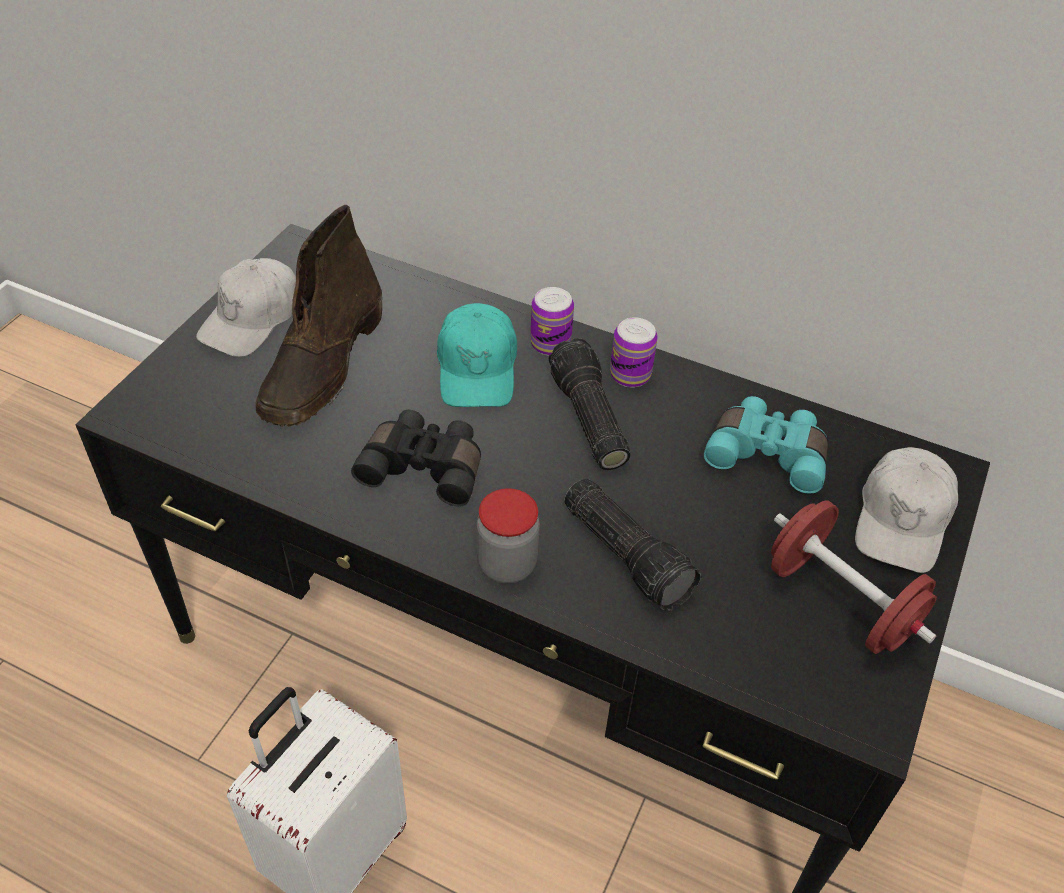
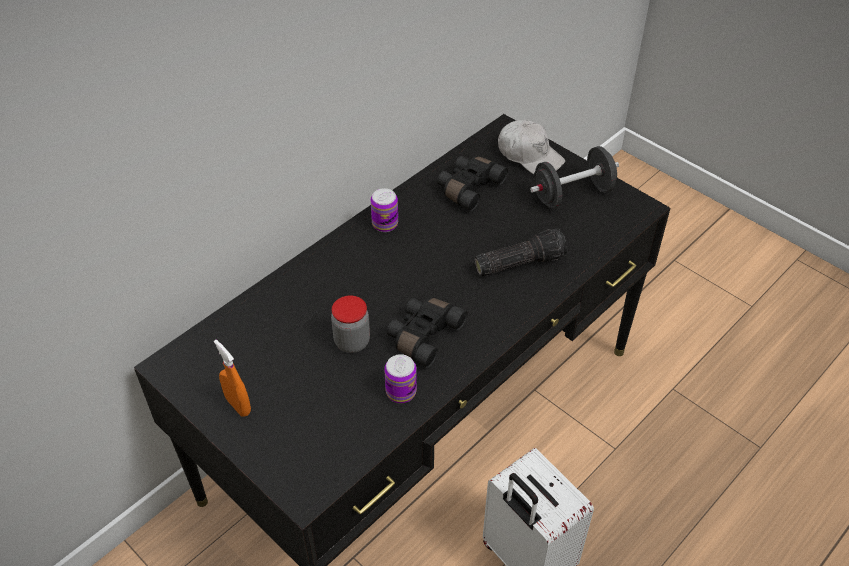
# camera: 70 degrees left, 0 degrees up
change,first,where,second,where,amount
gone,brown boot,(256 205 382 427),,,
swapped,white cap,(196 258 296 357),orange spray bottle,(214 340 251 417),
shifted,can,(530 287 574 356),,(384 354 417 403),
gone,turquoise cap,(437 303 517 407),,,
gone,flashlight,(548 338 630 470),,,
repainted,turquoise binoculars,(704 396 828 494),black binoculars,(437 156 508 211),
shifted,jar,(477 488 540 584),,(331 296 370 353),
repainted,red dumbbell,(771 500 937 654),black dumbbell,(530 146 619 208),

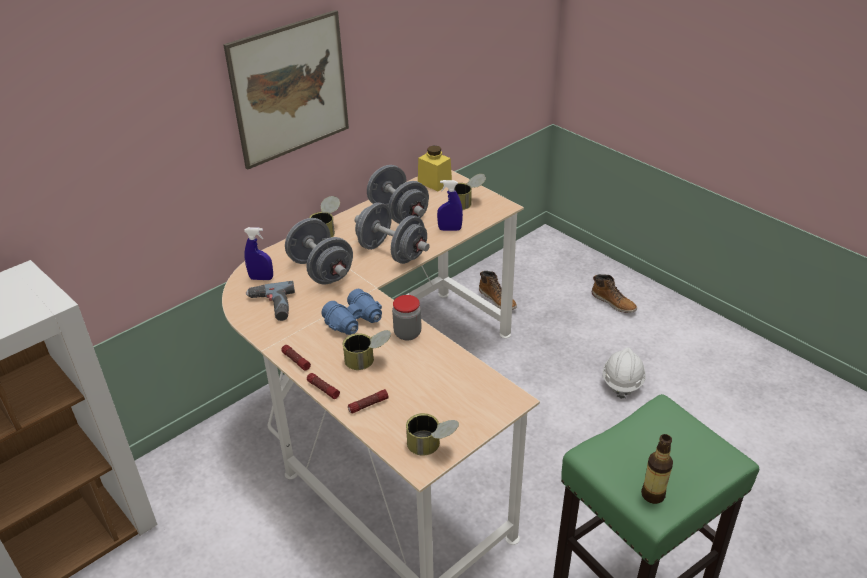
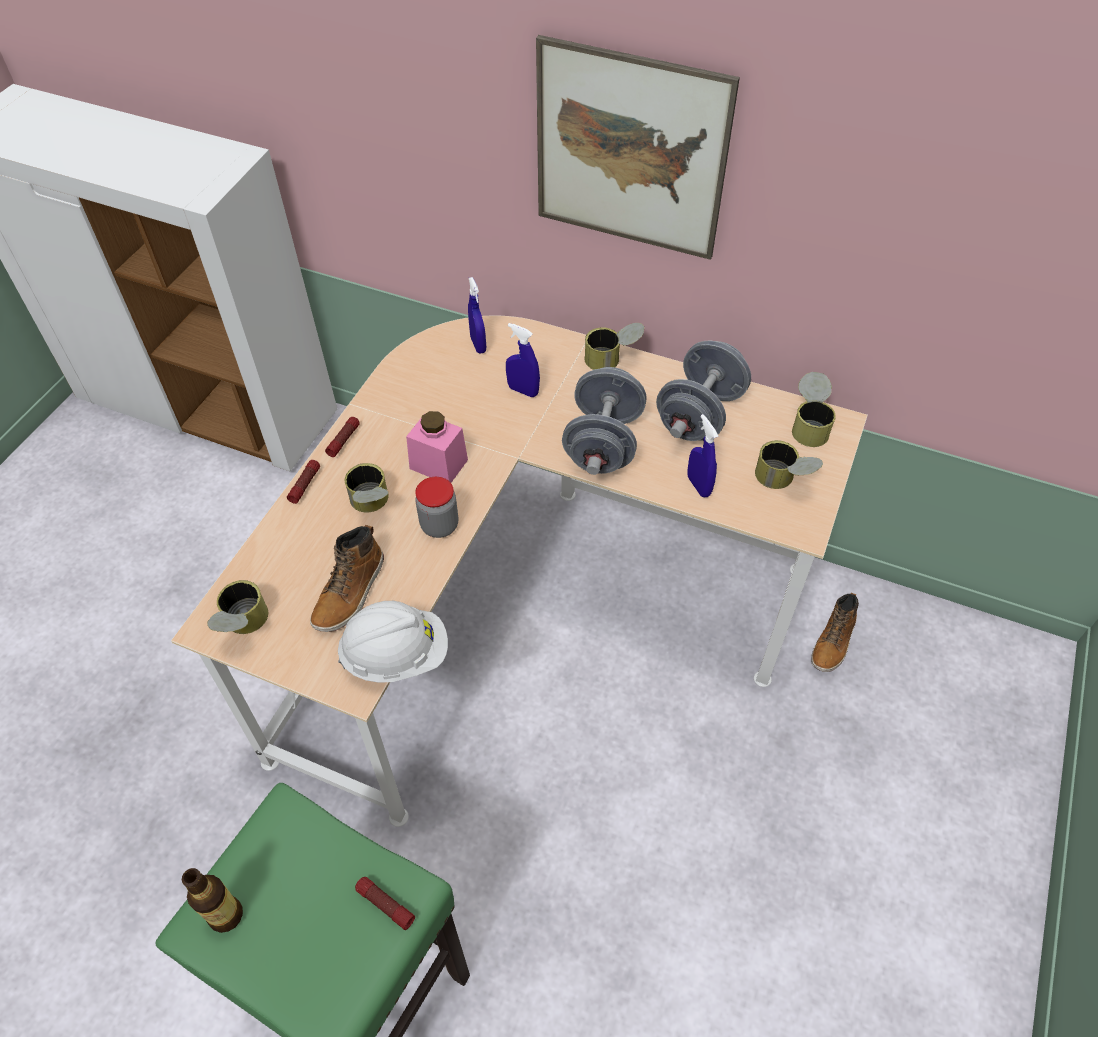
# camera: 65 degrees right, 15 degrees up
change,first,where,second,where,amount
swapped,yellow jar,(418 146 452 191),can,(792 372 836 447),
swapped,grey dumbbell,(285 218 353 284),blue spray bottle,(506 323 540 397),
shifted,boot,(592 274 637 313),,(310 525 384 632),
gone,power drill,(246 281 295 321),,,
swapped,blue binoculars,(322 289 382 335),pink jar,(406 411 468 483),
shifted,white hard hat,(603 347 646 399),,(338 601 448 683),
shifted,flashlight,(348 389 389 414),,(355 877 415 930),

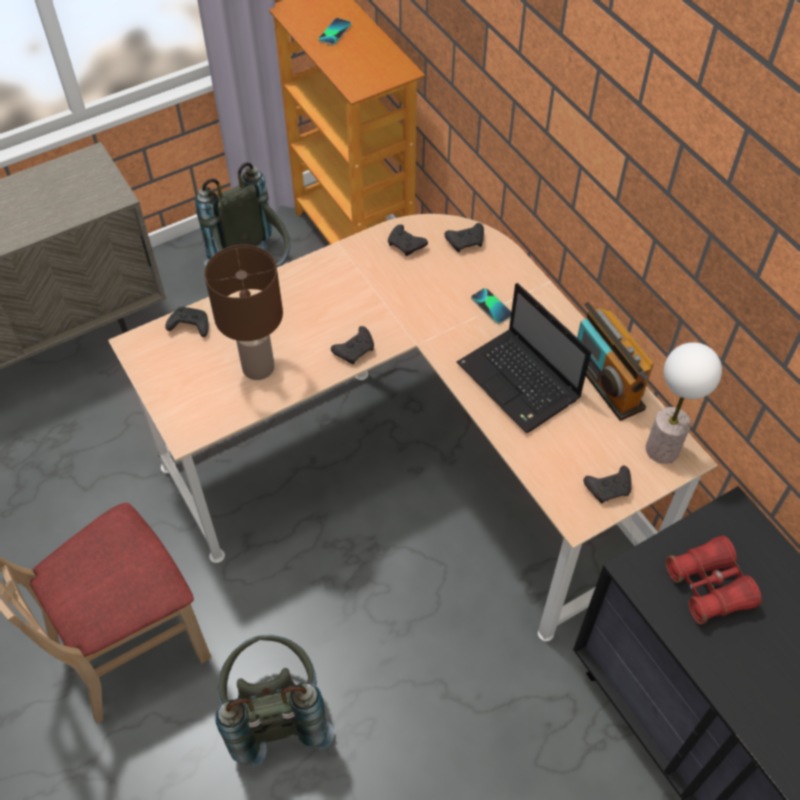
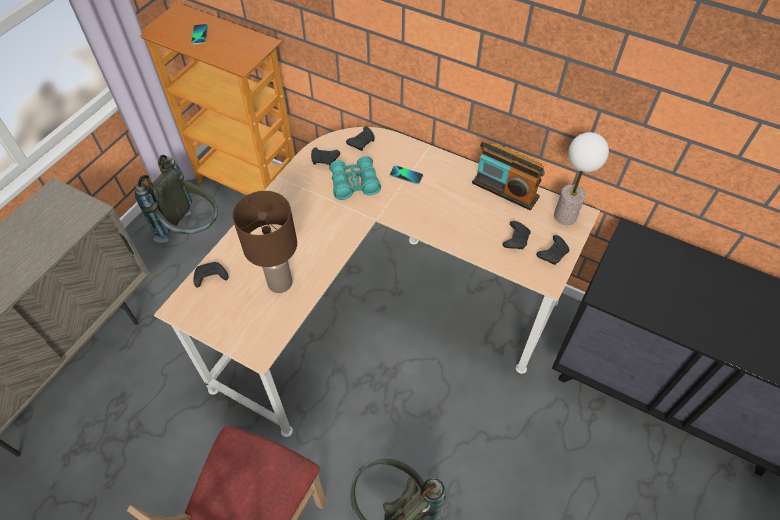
# camera: 30 degrees left, 0 degrees up
change,first,where,second,where,amount
gone,laptop,(457 283 591 433),,,
shifted,black game controller,(331 326 374 364),,(503 221 531 249),
gone,red binoculars,(665 536 762 624),,,
new,,,turquoise binoculars,(329 156 381 200),

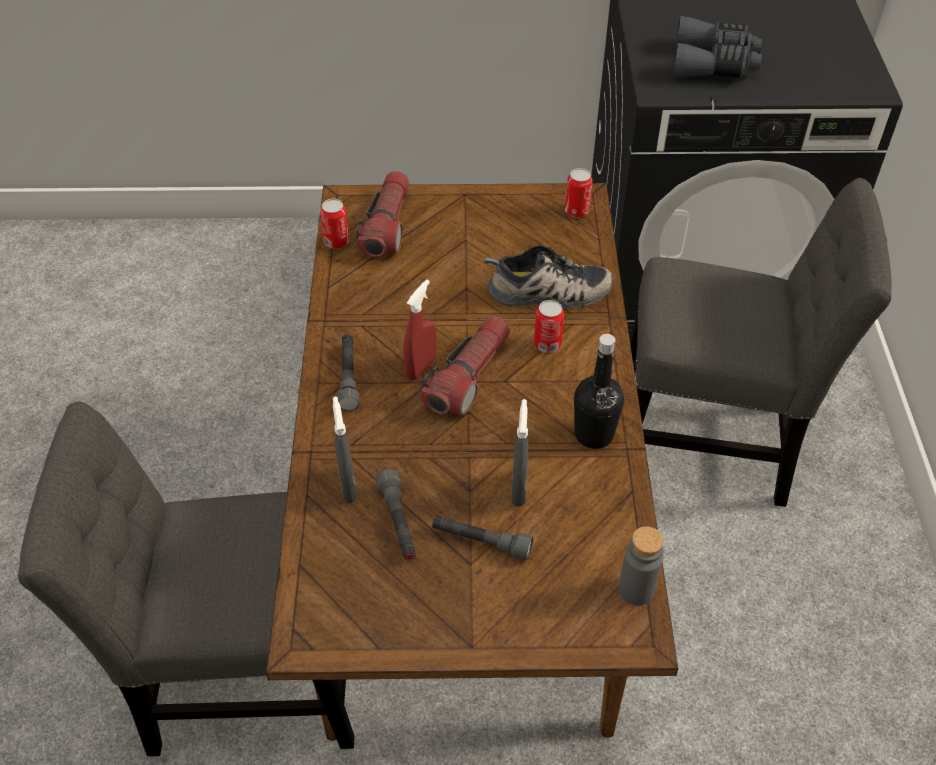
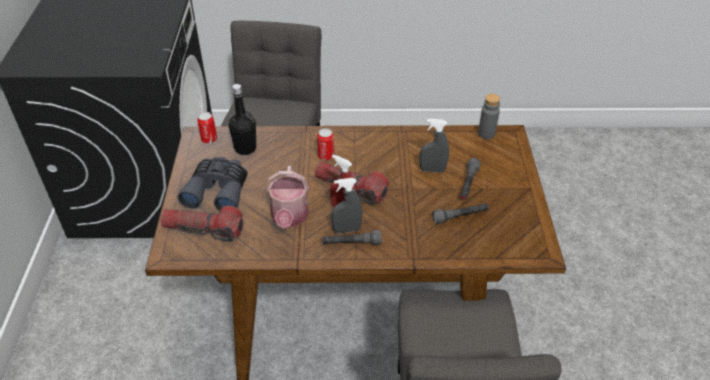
# camera: 90 degrees left, 5 degrees down
change,first,where,second,where,amount
shifted,grey binoculars,(673 16 762 78),,(178 157 248 211),
gone,can,(320 199 349 249),,,
gone,shoe,(484 245 613 309),,,
shifted,black bottle,(574 334 624 449),,(229 84 256 155),
shifted,grey spray bottle,(333 396 358 503),,(331 178 363 233),
new,,,watering can,(266 166 309 228),

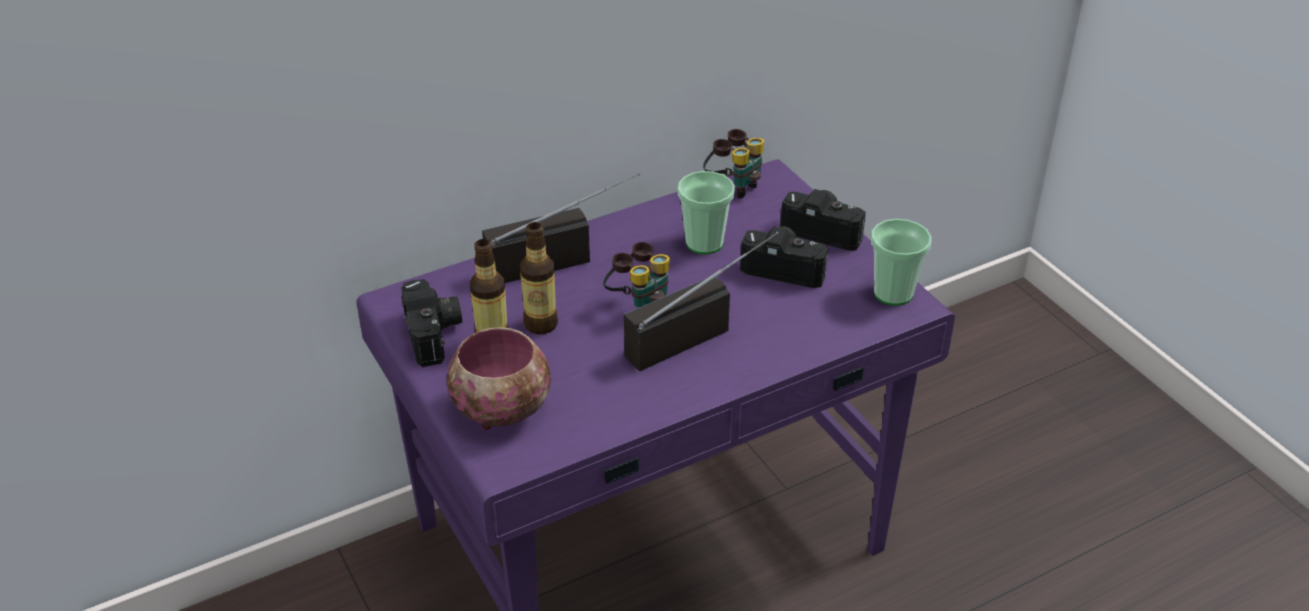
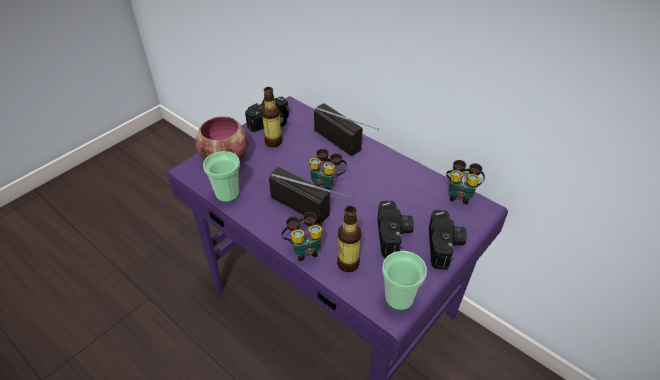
# camera: 70 degrees right, 5 degrees up
change,first,where,second,where,amount
shifted,cup,(678 171 735 254),,(203 151 240 202),
shifted,bottle,(520 222 558 334),,(337 206 361 272),
new,,,binoculars,(281 212 322 261),

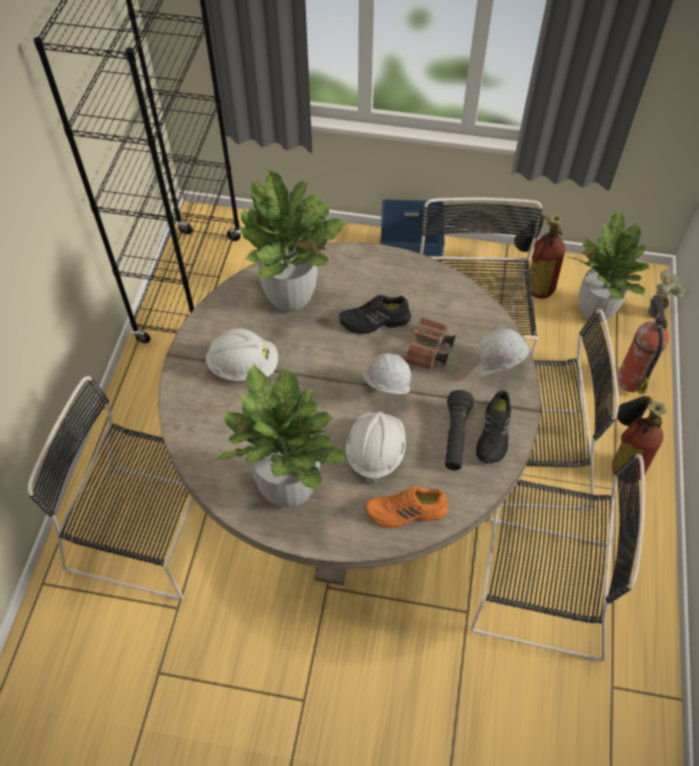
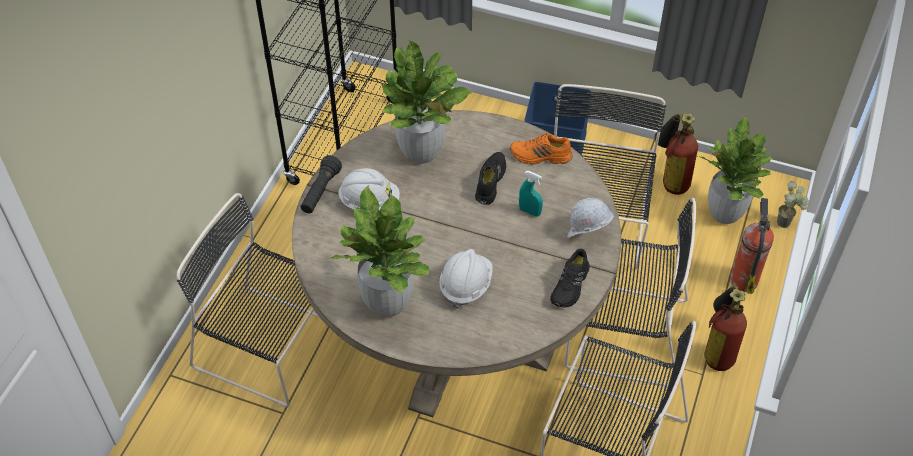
# camera: 10 degrees right, 5 degrees down
change,first,where,second,where,amount
rotated,black shoe,(339 295 411 334),,(475 152 506 205),105 degrees clockwise
swapped,brown binoculars,(403 318 456 369),turquoise spray bottle,(519 171 543 217),
gone,white hard hat,(362 353 411 394),,,
shifted,black flashlight,(445 390 474 470),,(300 155 342 213),
shifted,orange shoe,(365 487 449 528),,(510 133 573 165),

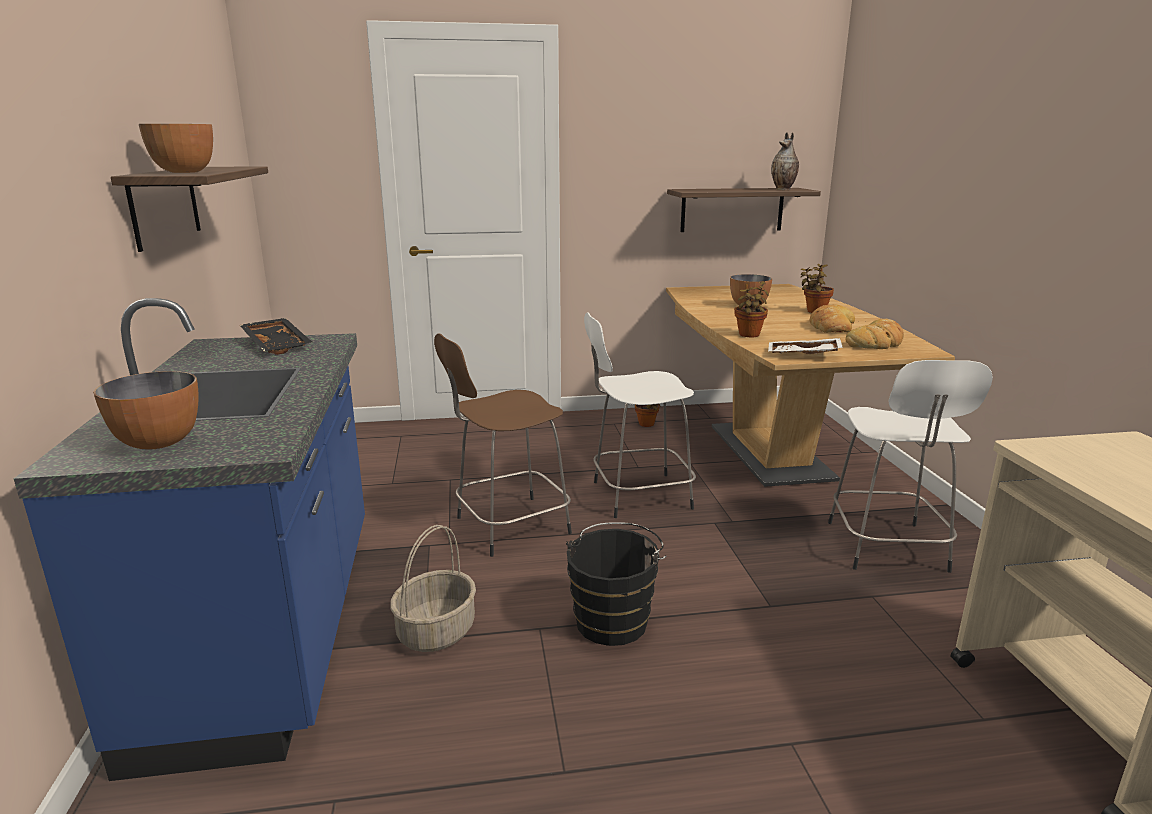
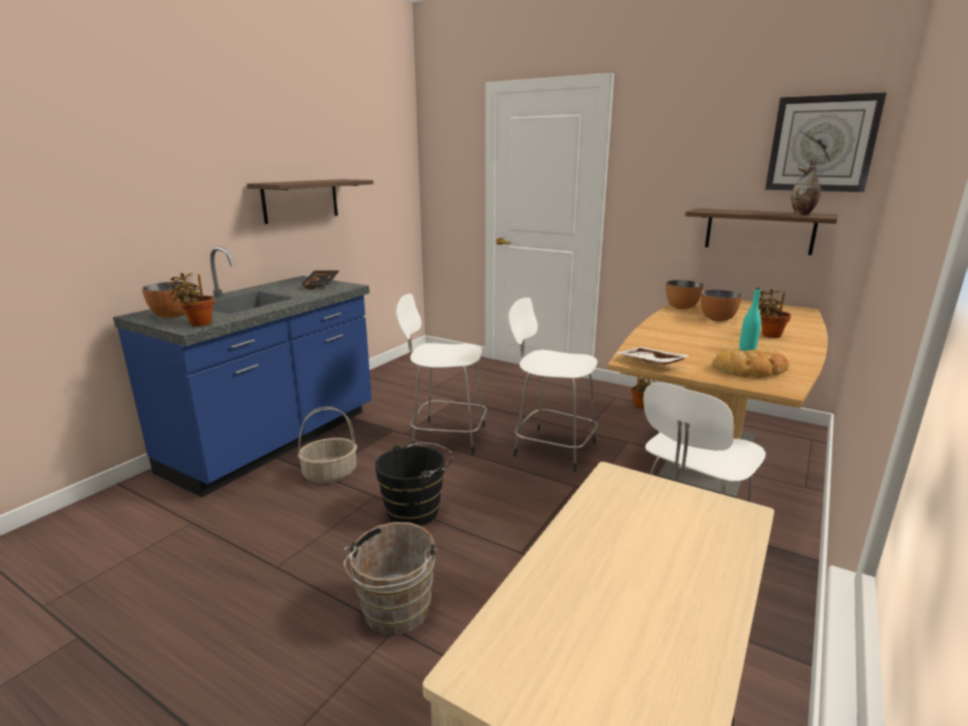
# camera: 40 degrees right, 0 degrees up
change,first,where,second,where,amount
shifted,bowl,(139 124 213 173),,(666 280 704 309),
shifted,potted plant,(734 281 769 337),,(166 273 214 326),
swapped,bread,(810 304 855 333),turquoise bottle,(739 288 761 351),
repainted,brown stool,(434 333 572 557),white stool,(396 294 487 455),
new,,,wall clock,(765 92 887 192),
new,,,brown bucket,(343 522 438 635),

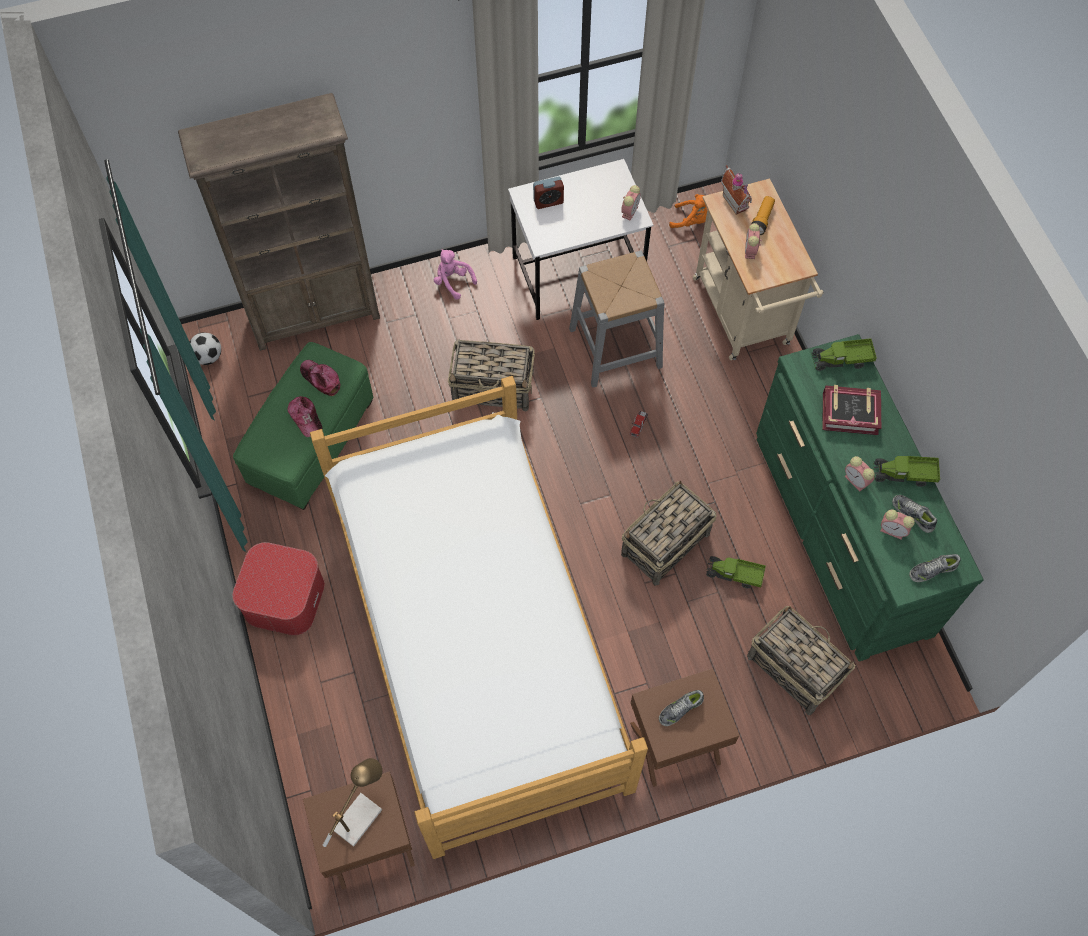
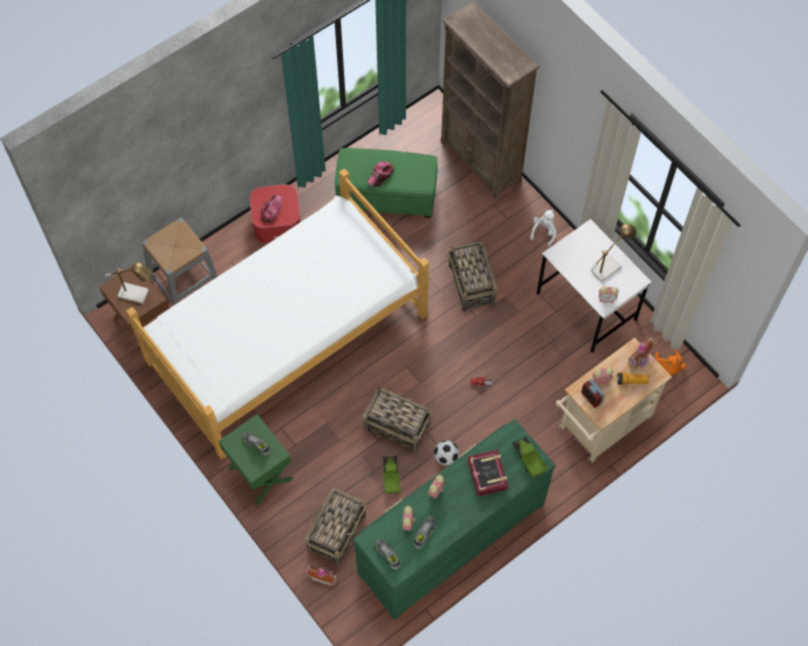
# camera: 70 degrees right, 0 degrees up
change,first,where,second,where,amount
shifted,alarm clock,(533 176 564 209),,(581 379 605 408),
repainted,pink plush toy,(434 249 477 300),white plush toy,(530 210 557 247),
shifted,grey stool,(569 250 664 388),,(142 217 218 305),
shifted,football,(189 332 221 365),,(434 440 459 465),
shifted,cap,(300 360 340 396),,(261 195 283 223),
gone,toy truck,(874 456 940 487),,,
repainted,brown nightstand,(630 668 740 787),green nightstand,(219 414 293 505),
new,,,table lamp,(590 224 637 282),
new,,,toy house,(305 565 338 586),

